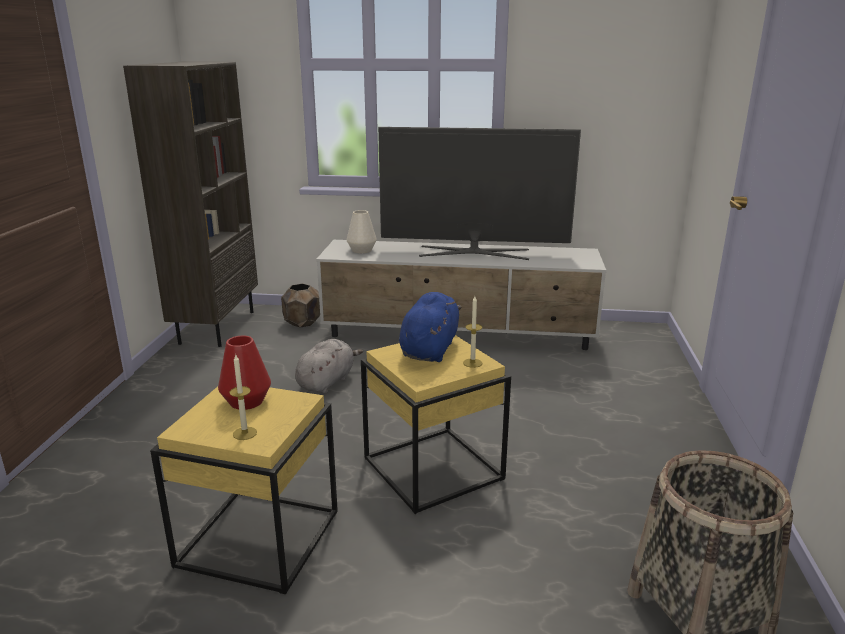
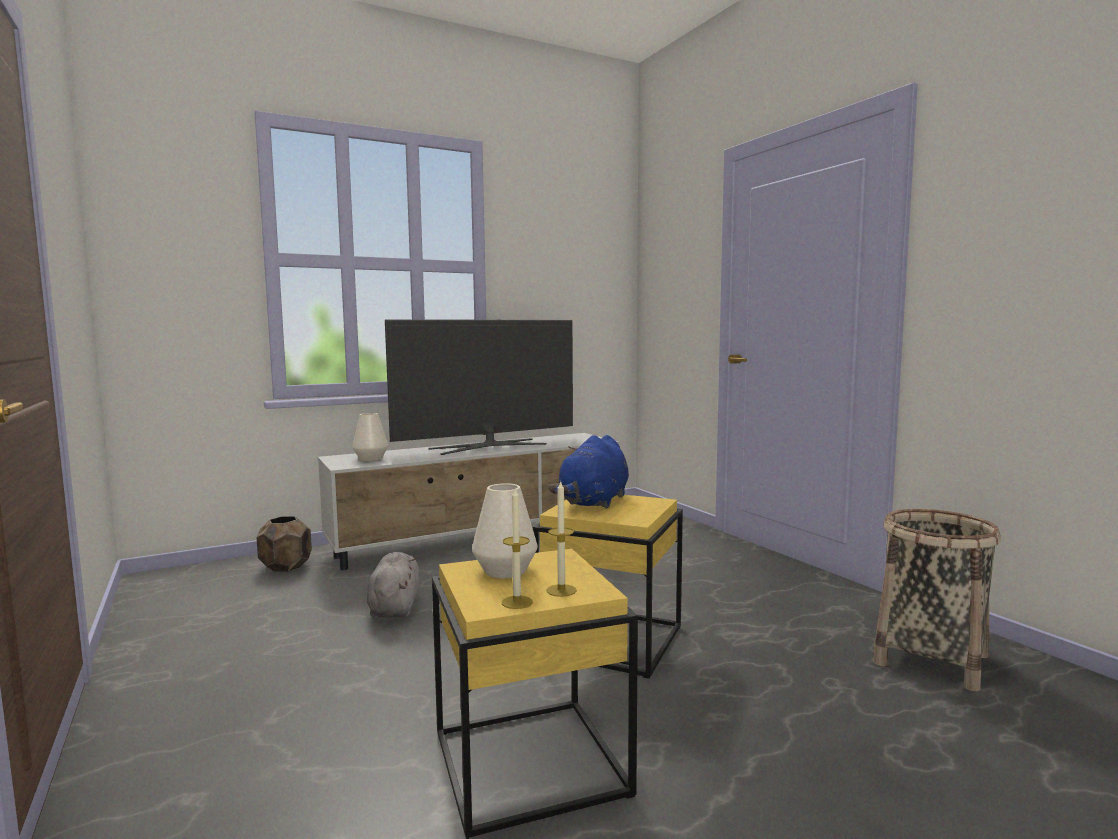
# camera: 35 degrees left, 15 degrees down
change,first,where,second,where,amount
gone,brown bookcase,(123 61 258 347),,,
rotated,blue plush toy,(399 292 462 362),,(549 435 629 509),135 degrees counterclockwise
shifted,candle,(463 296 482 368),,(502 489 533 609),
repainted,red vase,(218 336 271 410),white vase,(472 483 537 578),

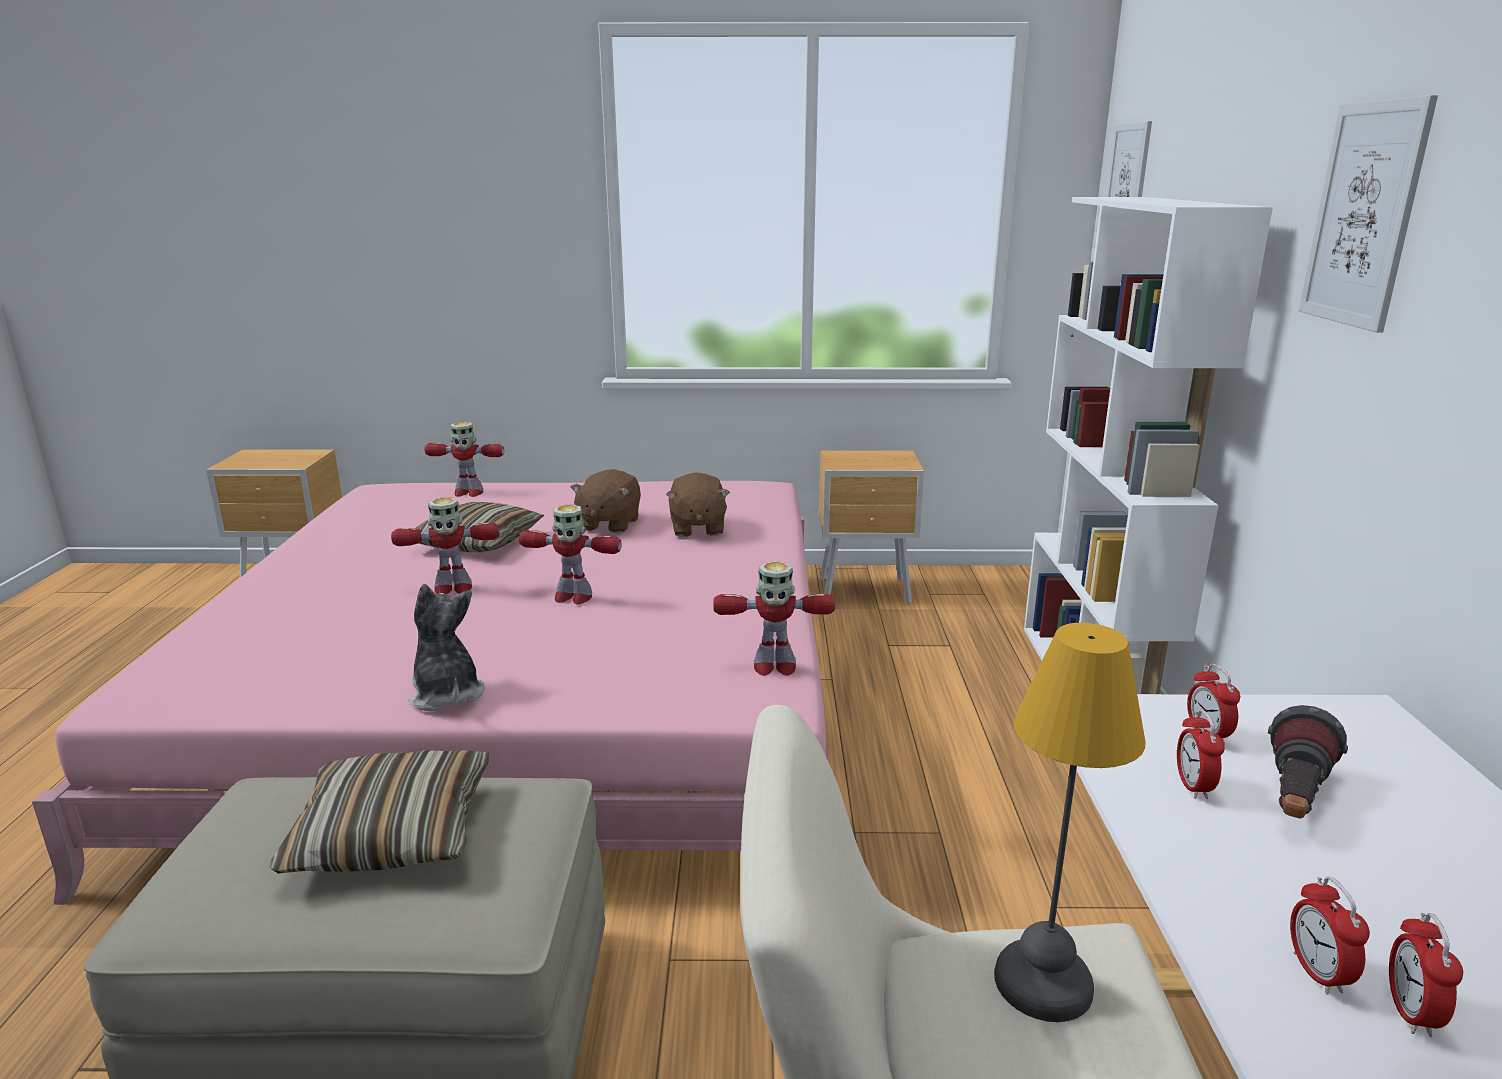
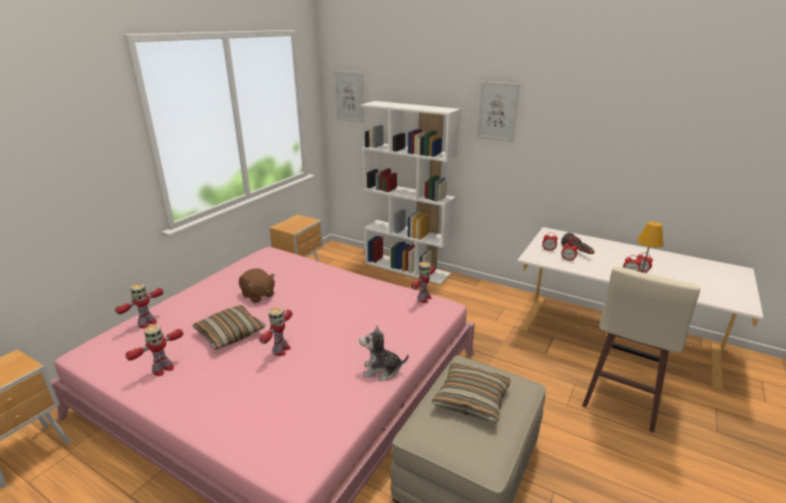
# camera: 60 degrees left, 5 degrees up
change,first,where,second,where,amount
gone,brown plush toy,(666 472 730 537),,,
shifted,toy robot,(519 504 622 604),,(125 325 183 376),

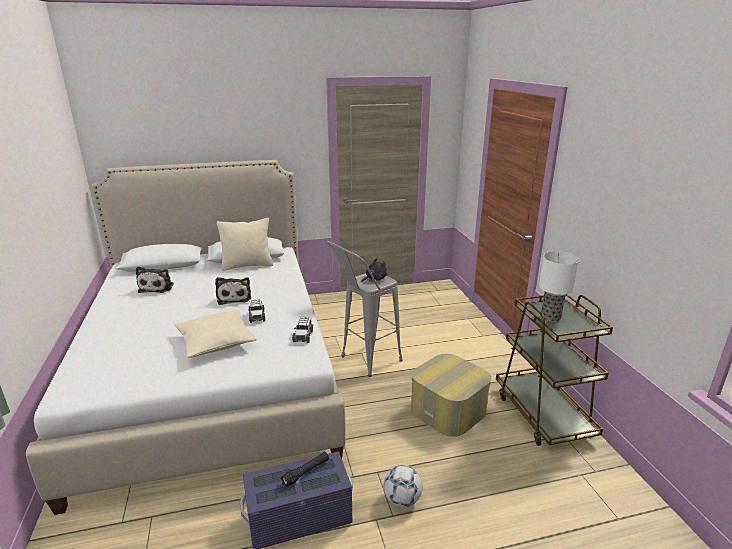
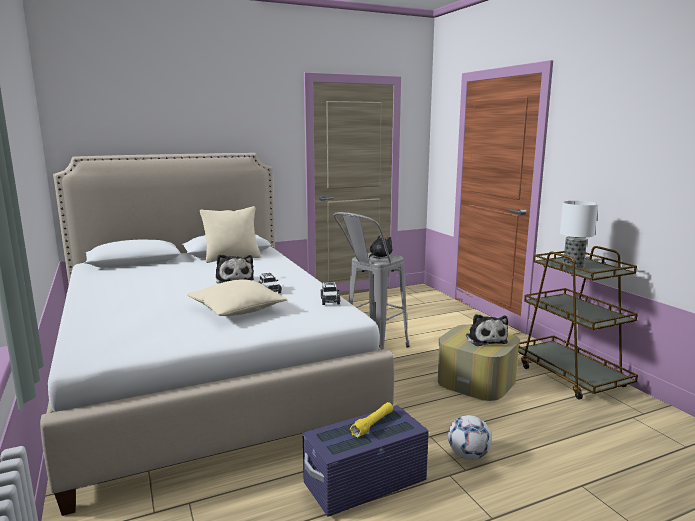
# camera: 10 degrees left, 10 degrees down
change,first,where,second,where,amount
shifted,plush toy,(136 267 174 293),,(465 314 508 346),
repainted,black flashlight,(280 452 329 487),yellow flashlight,(350 402 393 438),

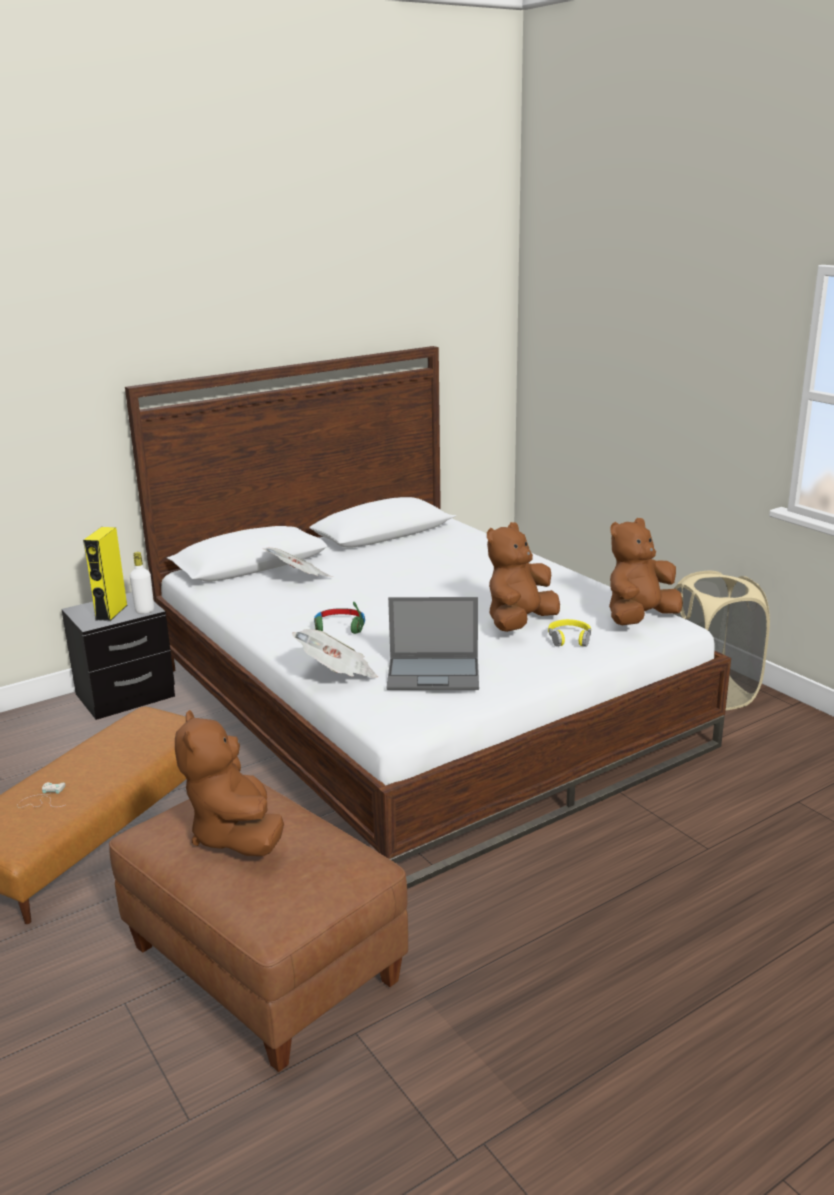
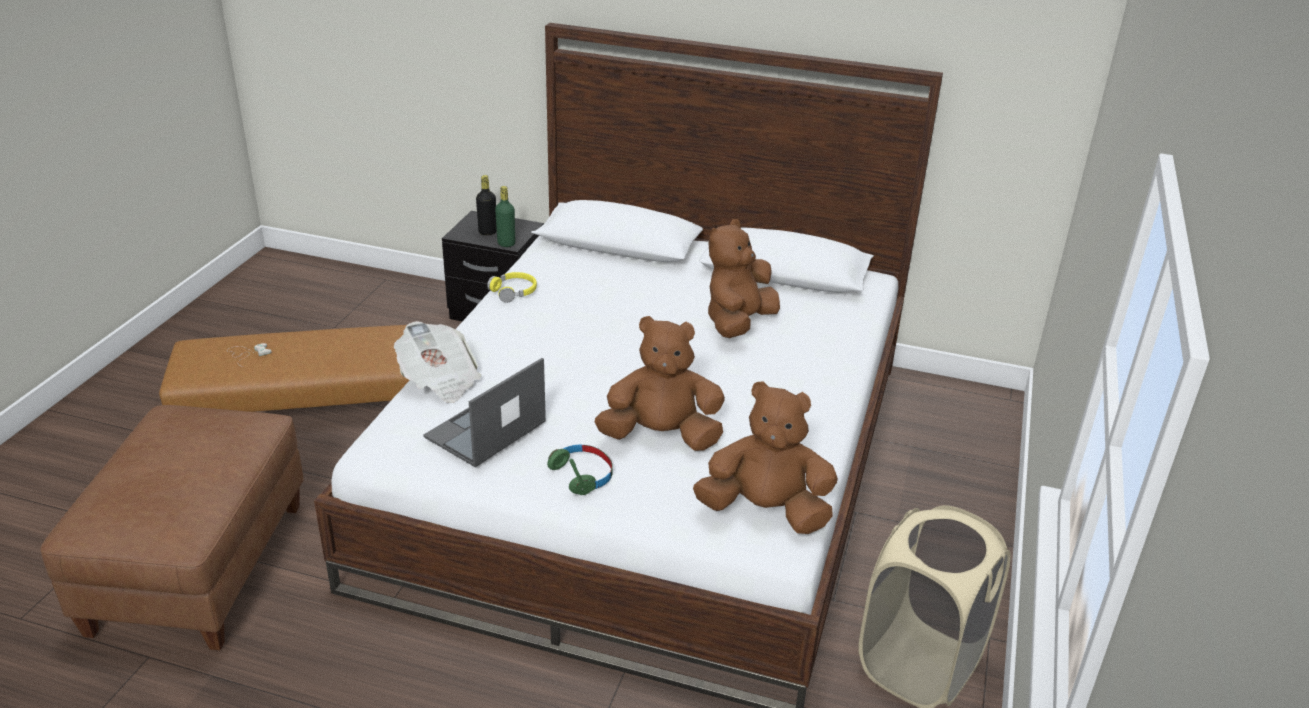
# camera: 50 degrees right, 10 degrees up
change,first,where,second,where,amount
swapped,yellow speaker,(83 527 127 621),black bottle,(476 175 497 235),
gone,newspaper,(264 548 333 577),,,
repainted,white bottle,(130 552 154 614),green bottle,(495 186 515 247),
rotated,laptop,(386 597 479 690),,(423 358 546 467),75 degrees clockwise
shifted,green headphones,(314 602 365 634),,(547 444 613 495),
shifted,yellow headphones,(548 619 591 647),,(487 272 537 303),
shifted,brown plush toy,(175 710 284 856),,(708 219 780 338),

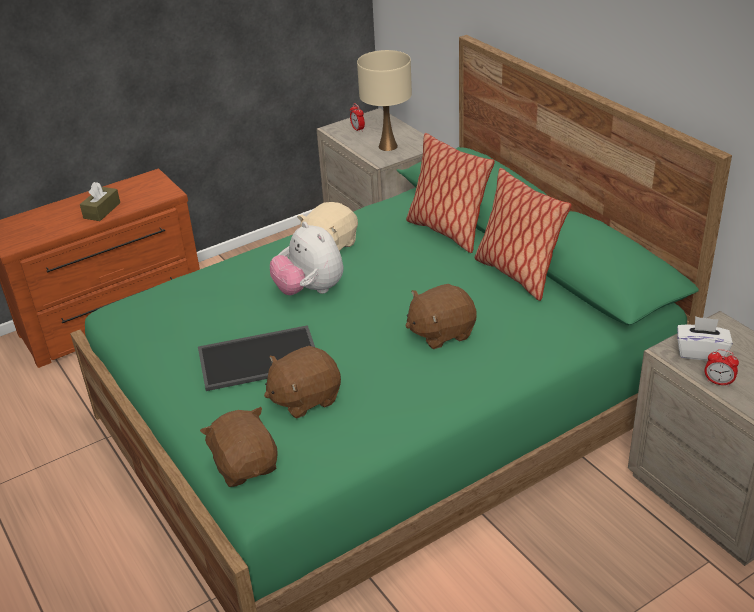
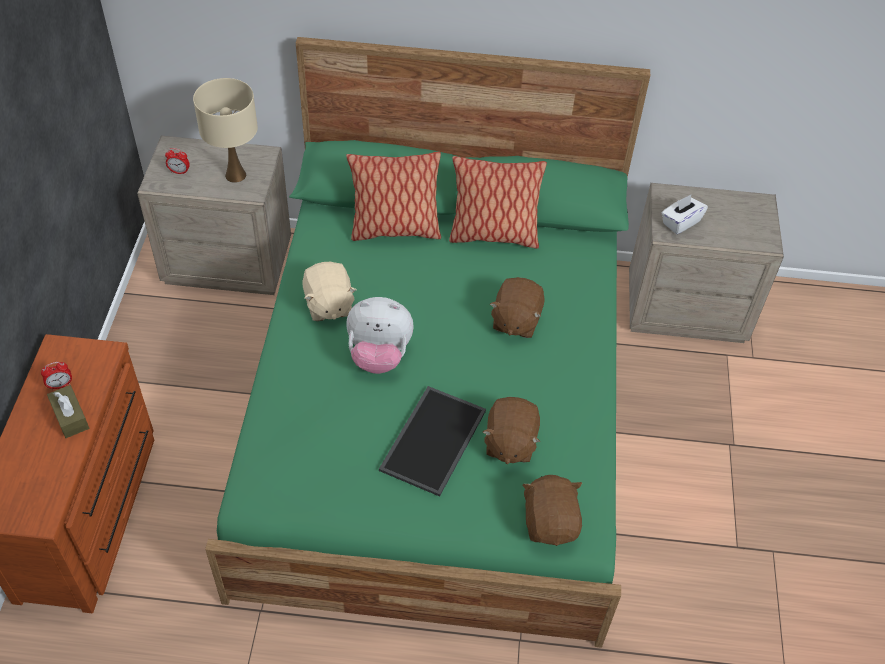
# camera: 55 degrees left, 15 degrees up
change,first,where,second,where,amount
shifted,alarm clock,(705 349 739 387),,(41 362 72 390),
rotated,brown plush toy,(200 407 278 487),,(523 475 582 546),75 degrees clockwise

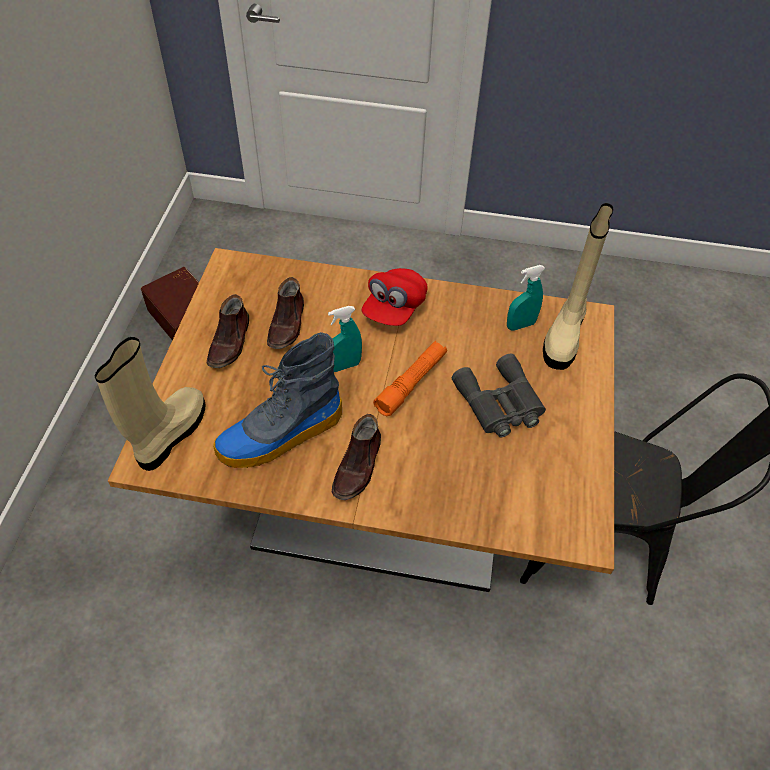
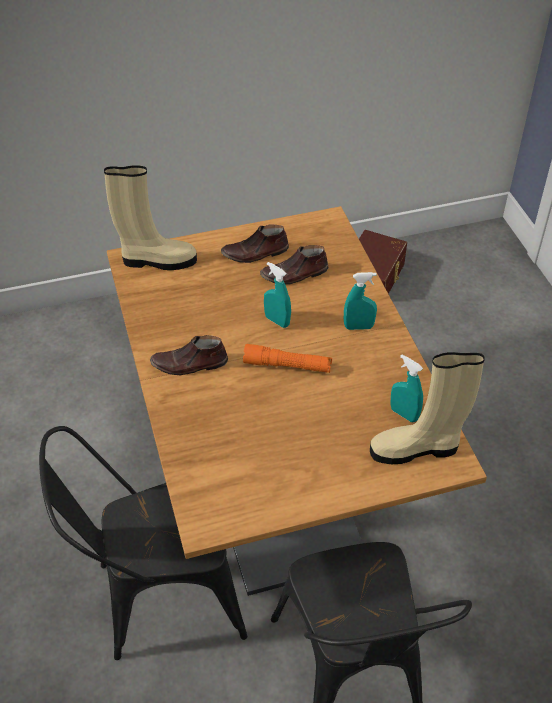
# camera: 65 degrees right, 5 degrees down
change,first,where,second,where,amount
swapped,red cap,(362 268 428 326),turquoise spray bottle,(344 272 377 330),
gone,boot,(213 332 342 468),,,
gone,grey binoculars,(452 354 546 437),,,
new,,,black chair,(39 426 248 660),

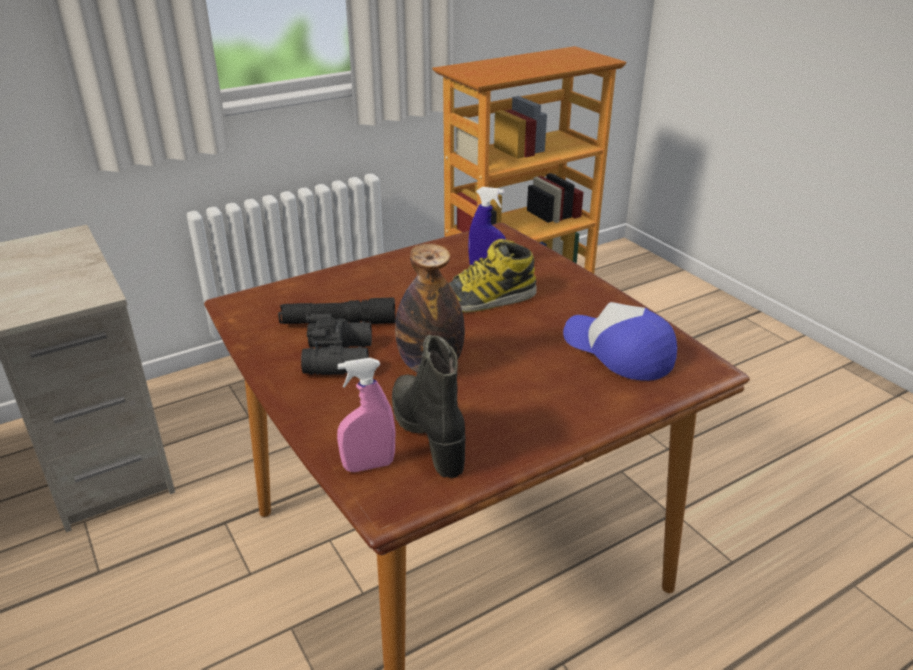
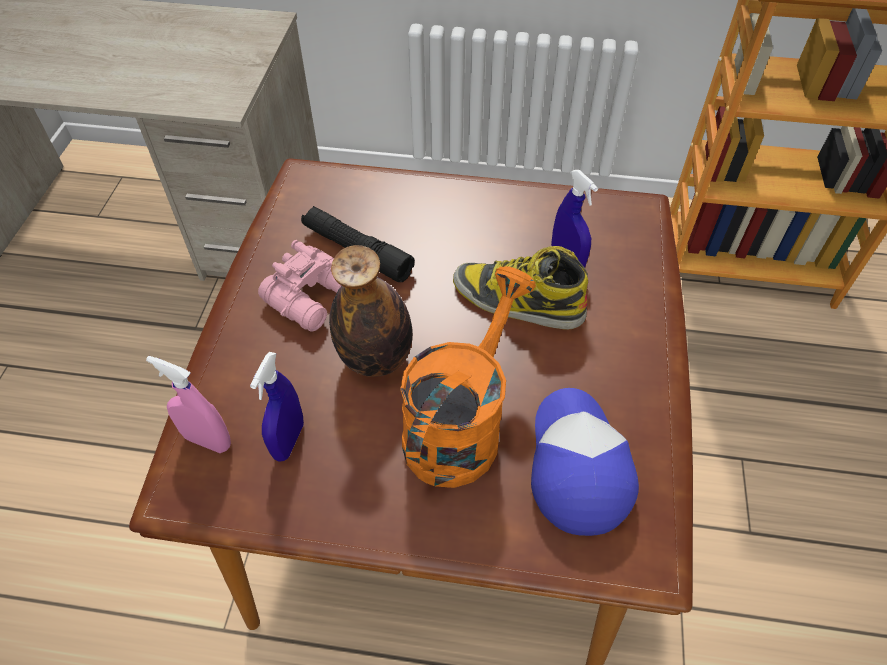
# camera: 40 degrees right, 20 degrees up
change,first,where,second,where,amount
repainted,black binoculars,(301 314 372 375),pink binoculars,(258 240 341 332),
swapped,black boot,(392 335 466 478),blue spray bottle,(250 352 304 462),
new,,,orange watering can,(400 266 536 488),

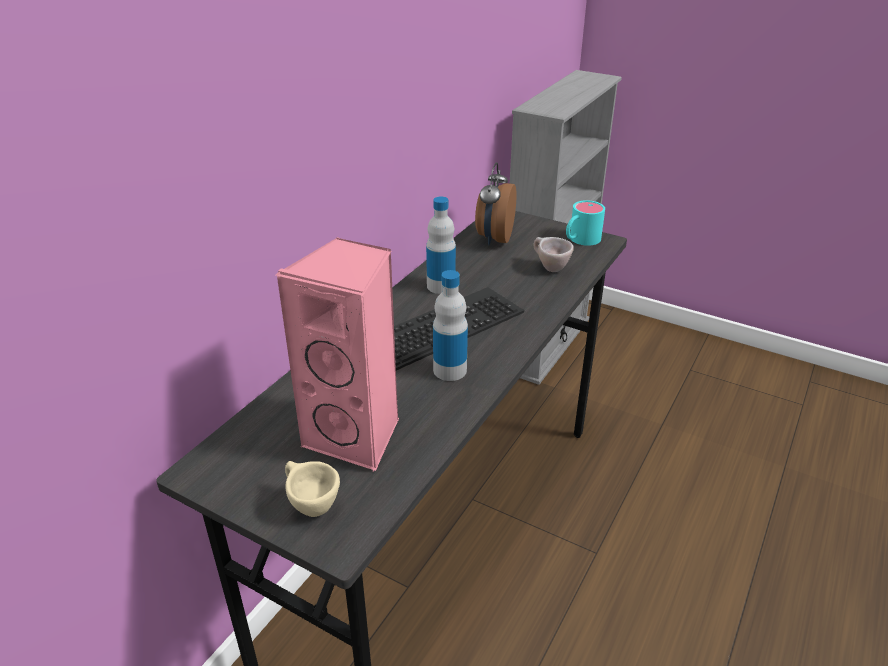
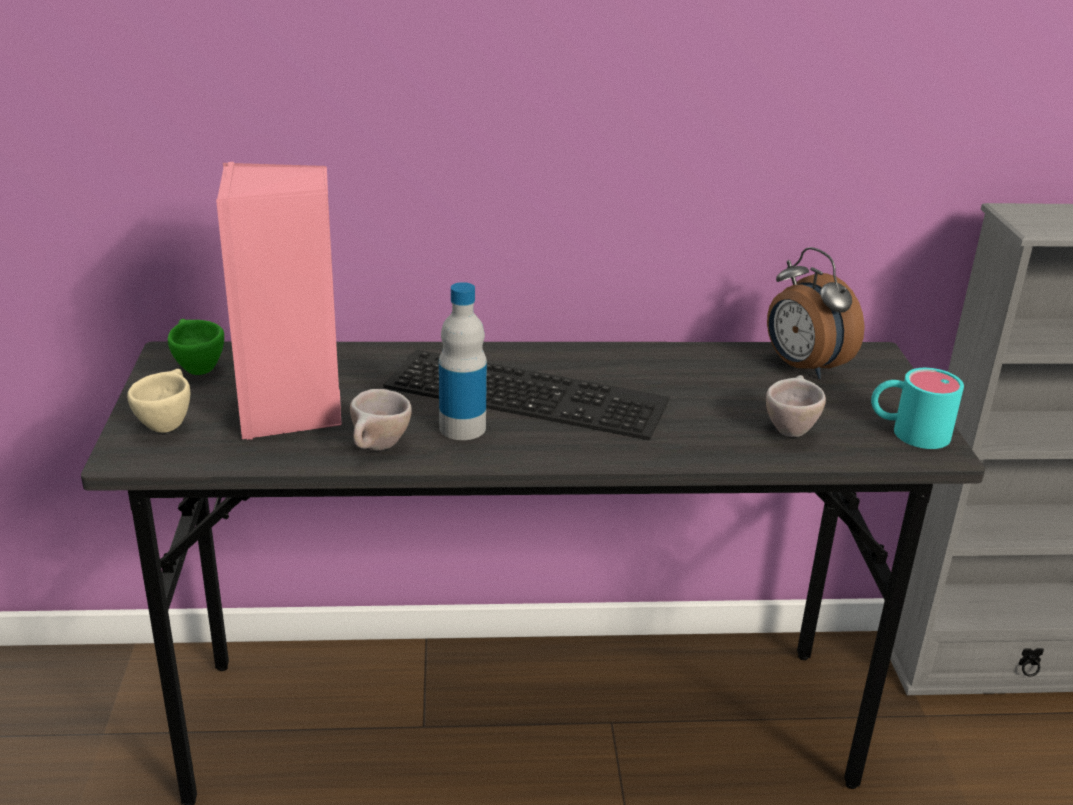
# camera: 55 degrees right, 5 degrees down
change,first,where,second,where,amount
rotated,alarm clock,(475 162 517 245),,(767 247 865 379),105 degrees counterclockwise
gone,bottle,(426 196 456 294),,,
new,,,green cup,(168 319 224 375),
new,,,beige cup,(350 389 412 451),

